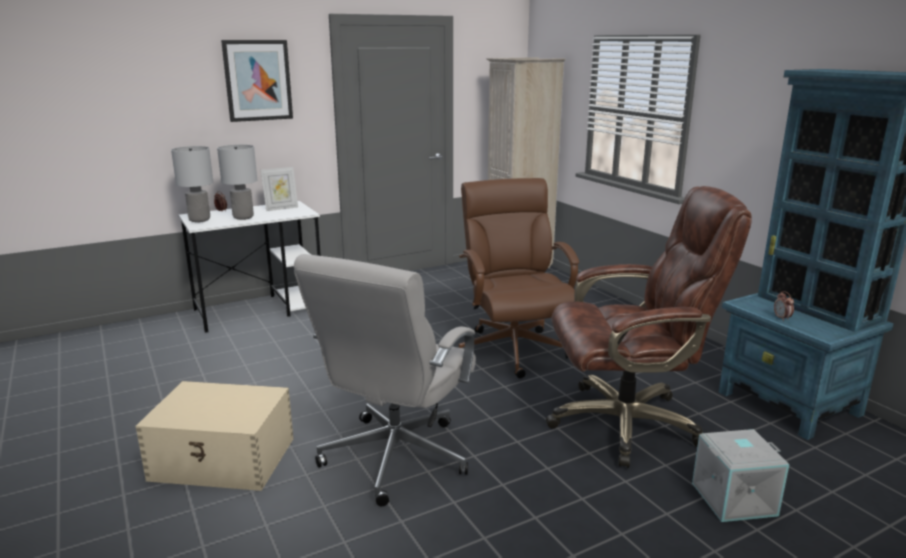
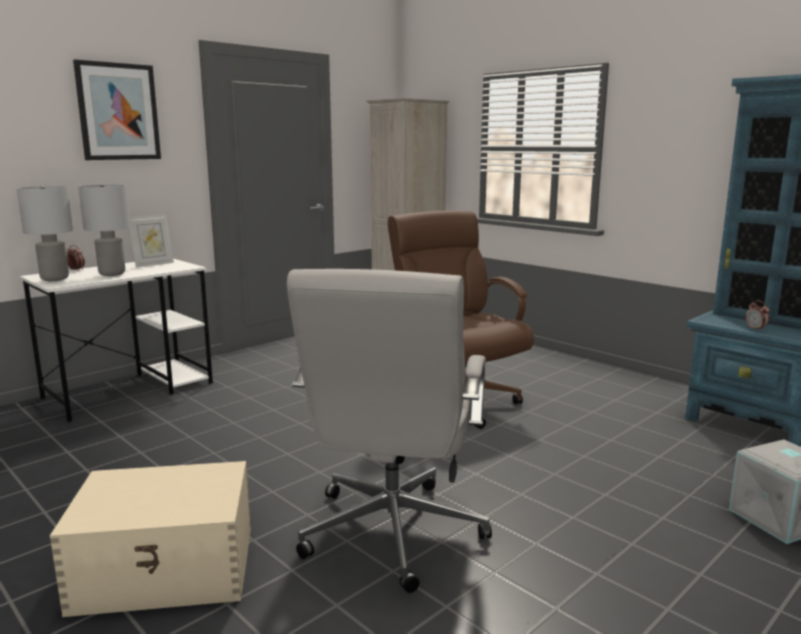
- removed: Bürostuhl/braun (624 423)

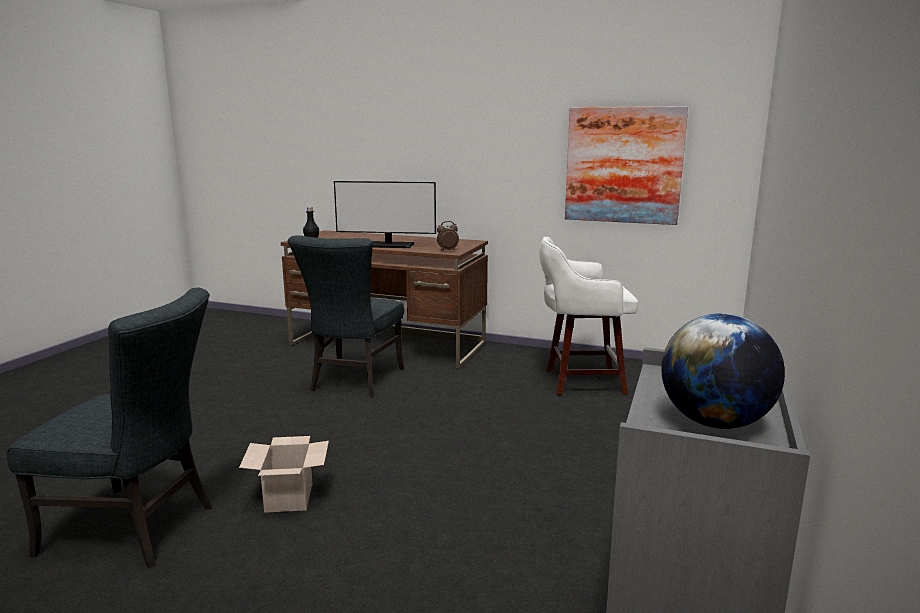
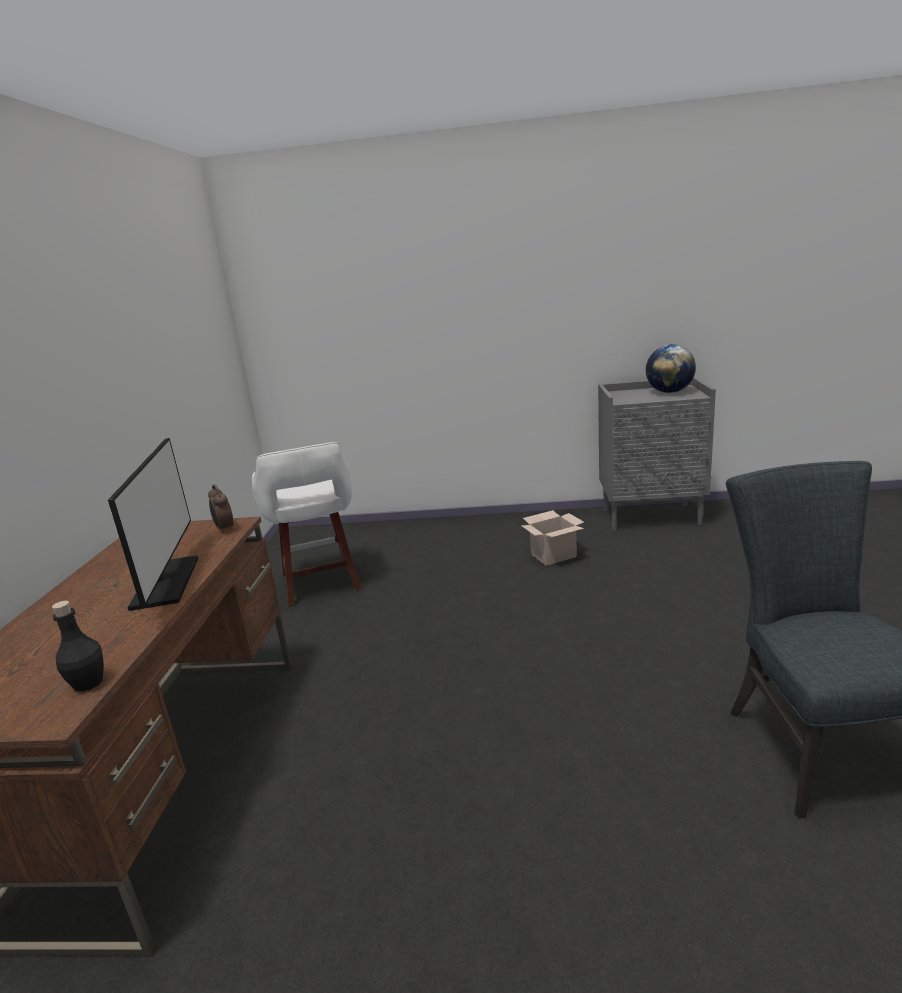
- moved: Karton (290 498) to (554 555)
- removed: Stuhl/grau (354 381)
- removed: Bild (623 165)

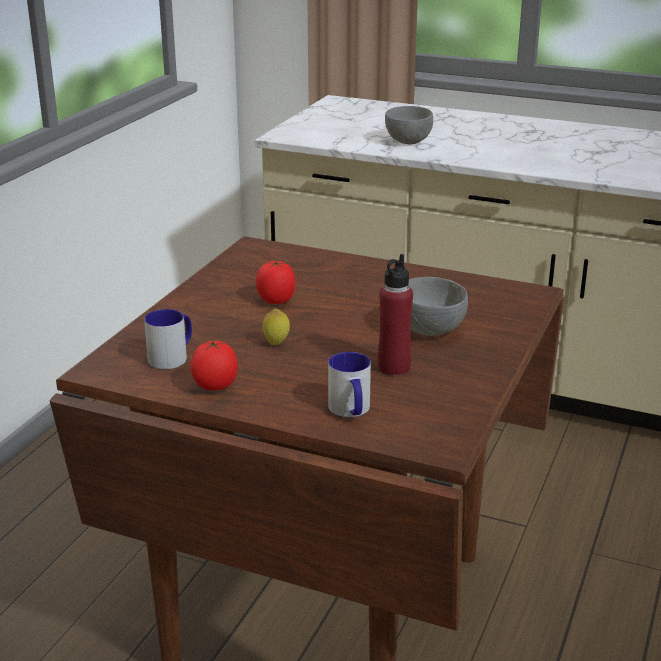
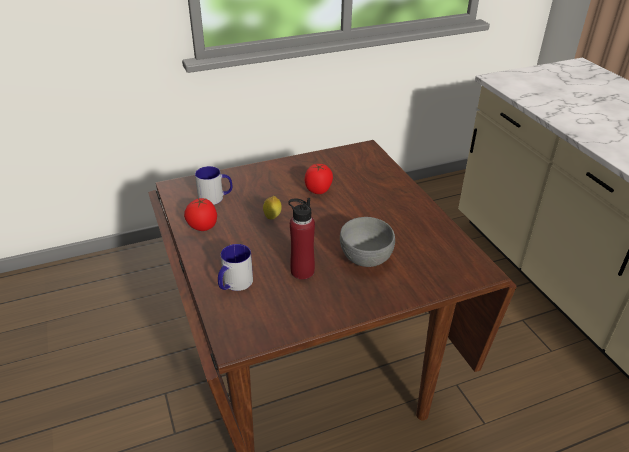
- removed: Schüssel/grau (408 142)

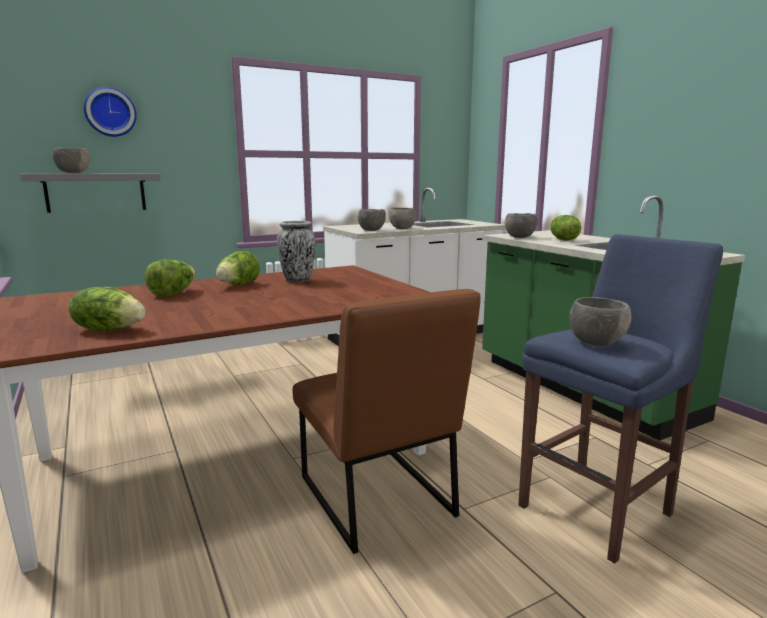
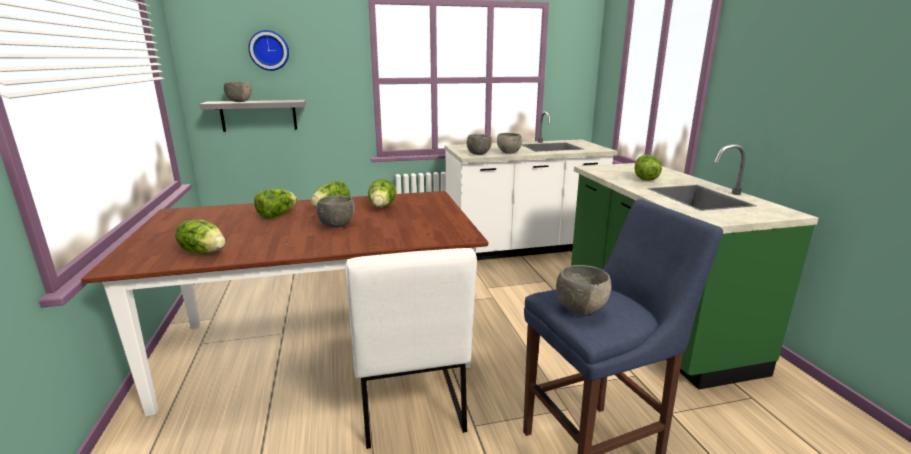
- moved: Schüssel/grau (519 237) to (336 225)
- recoloured: Stuhl/braun (377 498) to Stuhl/weiß (409 403)
- replaced: Vase (298 280) to Salatkopf (382 207)

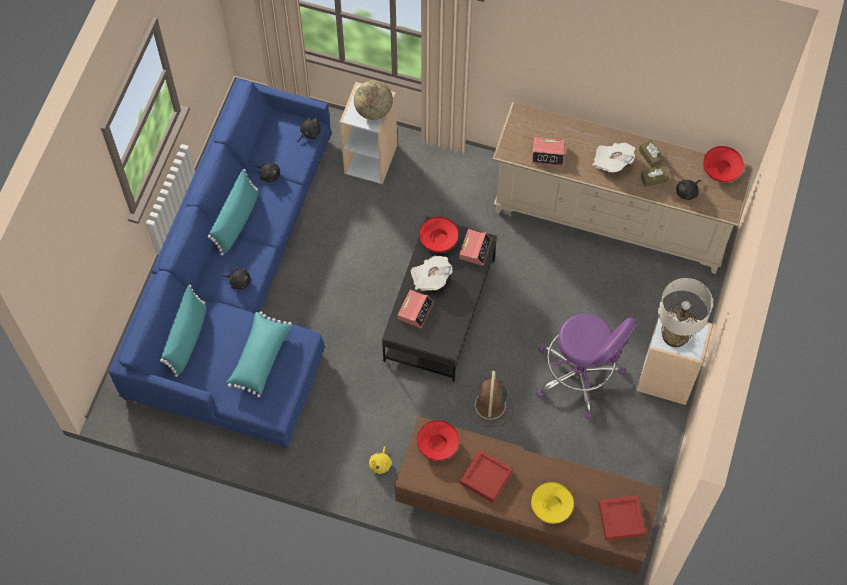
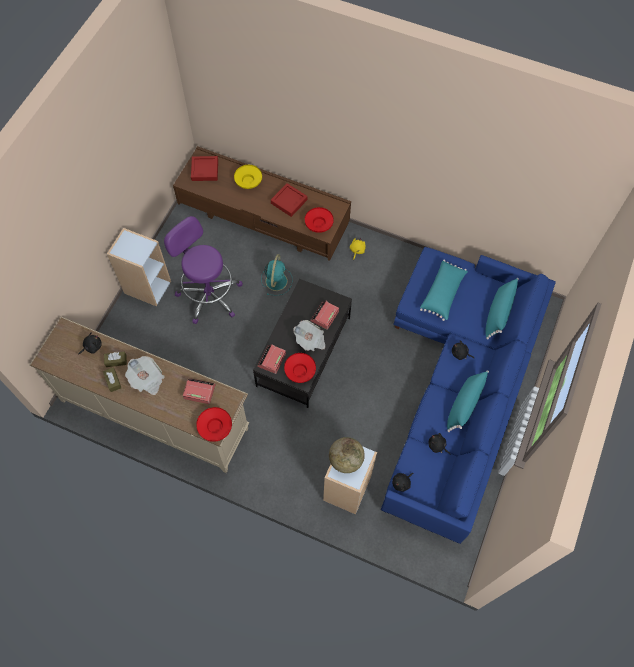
- moved: Schüssel/rot (721 169) to (215 427)
- recoloured: Ventilator/braun (490 406) to Ventilator/türkis (276 280)
- removed: Tischlampe (675 335)

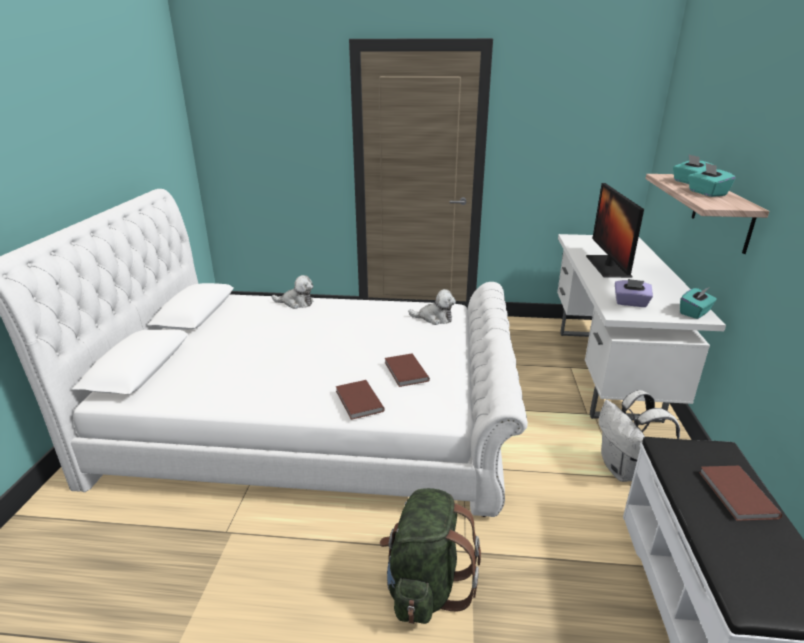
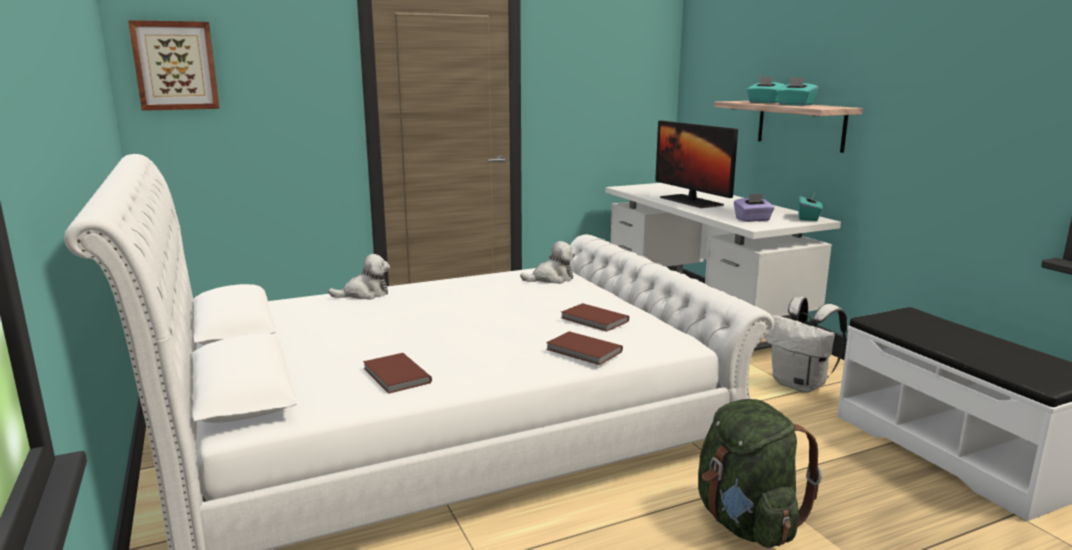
- added: Bild (175 66)
- moved: Buch/braun (736 495) to (395 376)

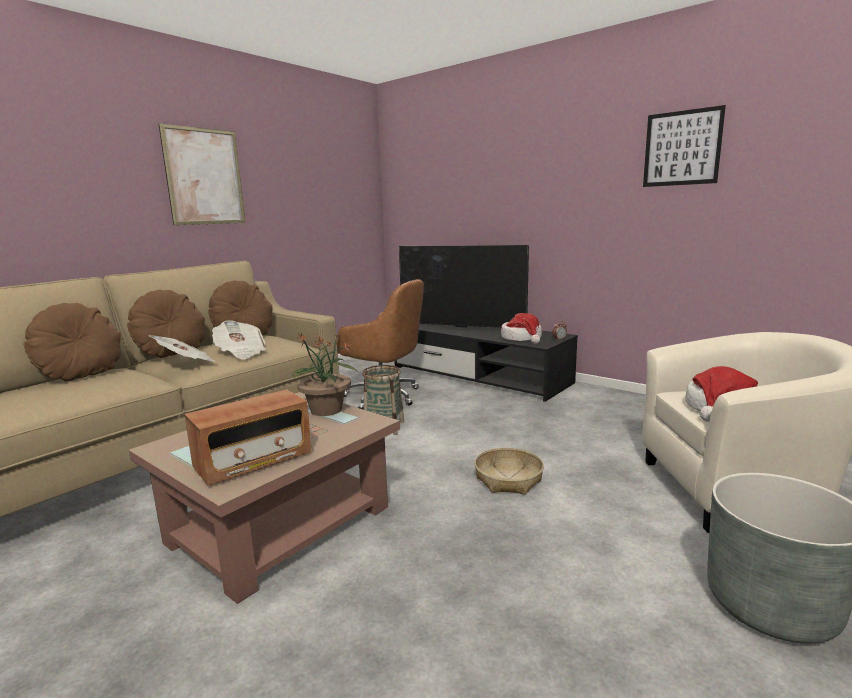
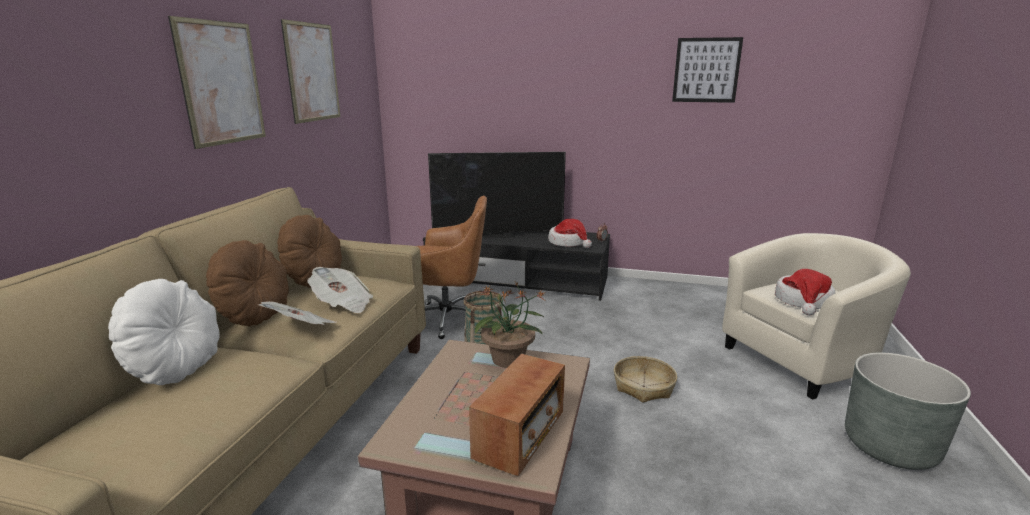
- recoloured: Kissen/braun (81 376) to Kissen/weiß (177 372)
- added: Bild (312 72)

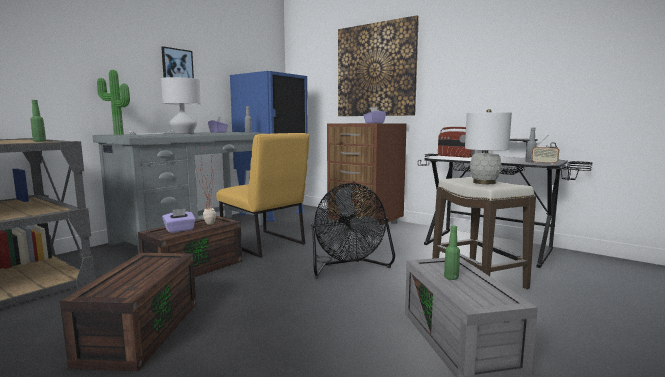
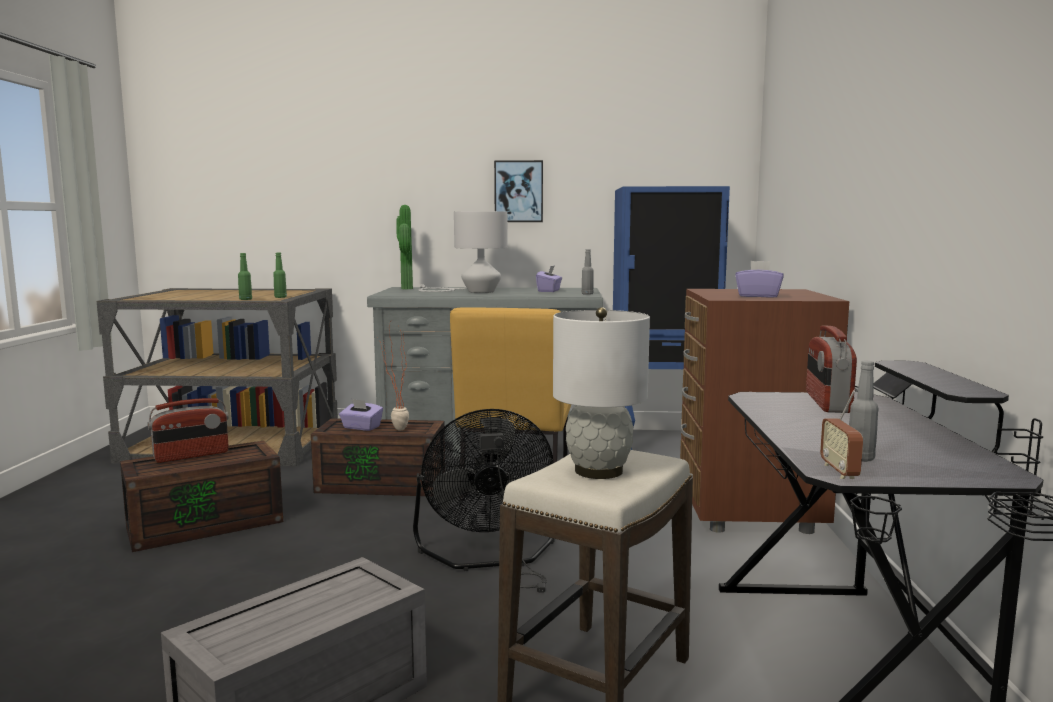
- added: Radio (191 455)
- moved: Flasche/grün (451 277) to (245 299)
- turned: Ventilator/schwarz (344 267) = (496 558) 135 degrees clockwise
- removed: Bild (375 70)

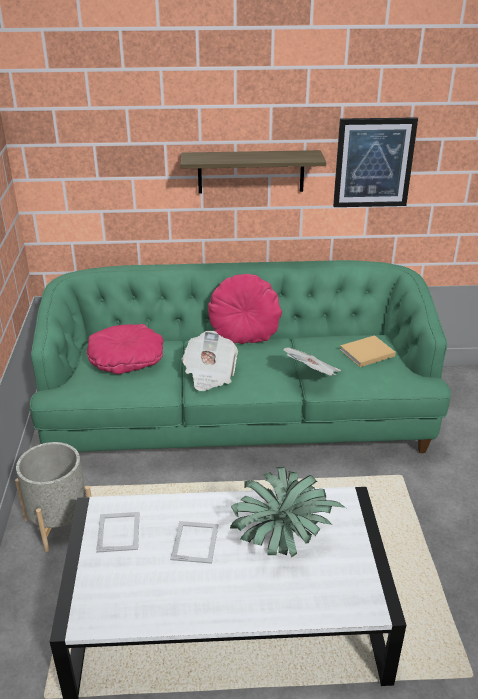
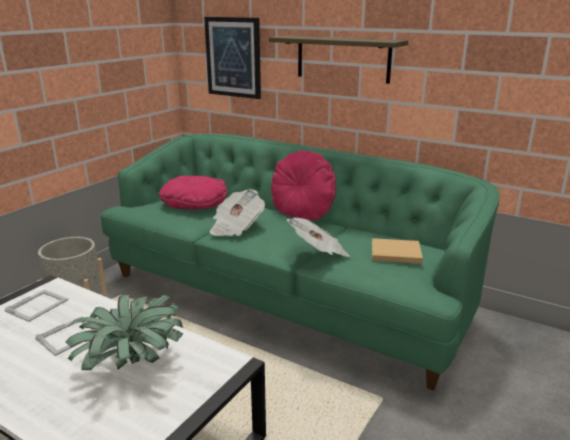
- moved: Bild (373 163) to (233 57)

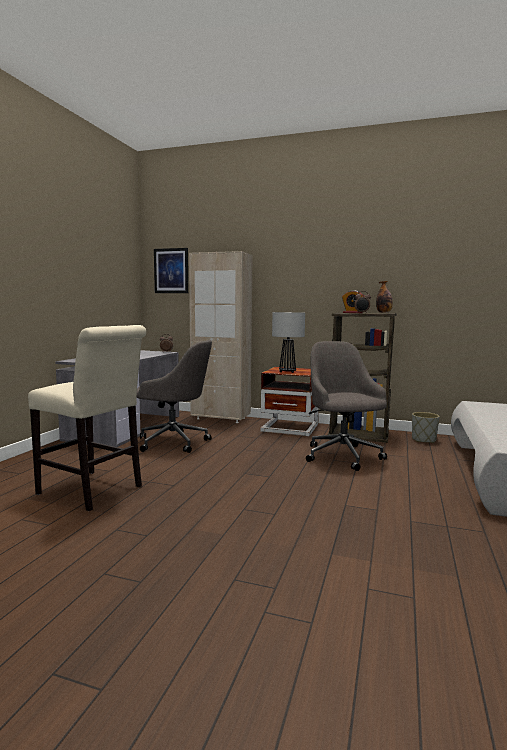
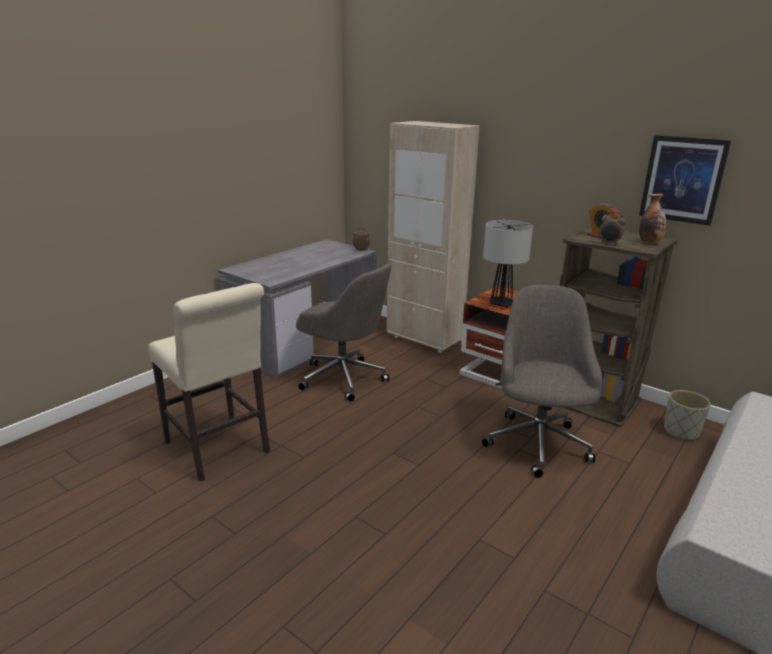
- moved: Bild (171 271) to (682 179)

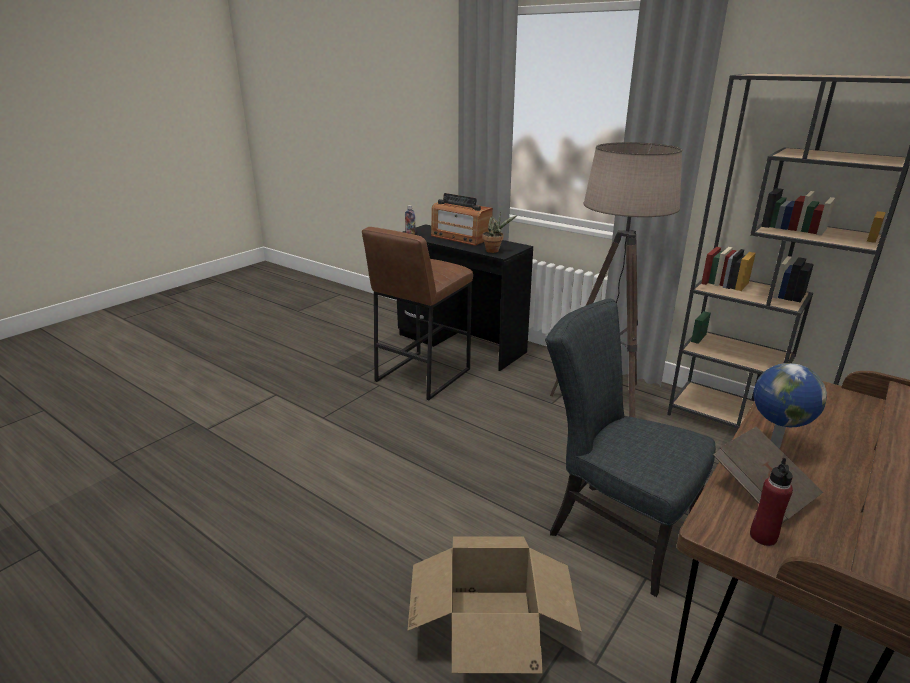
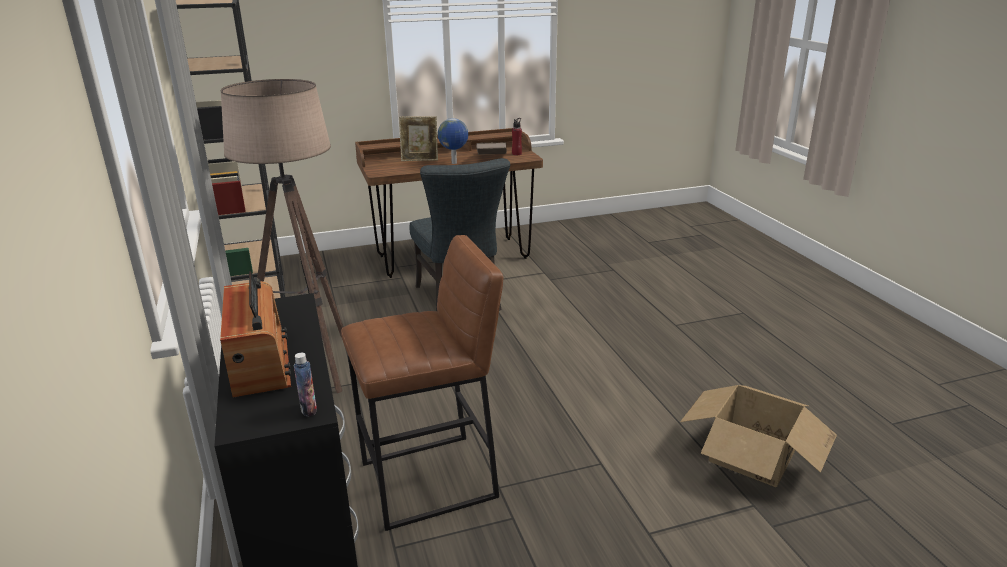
- added: Bilderrahmen (420 160)
- moved: Karton (491 625) to (752 455)
- removed: Topfpflanze (494 251)

